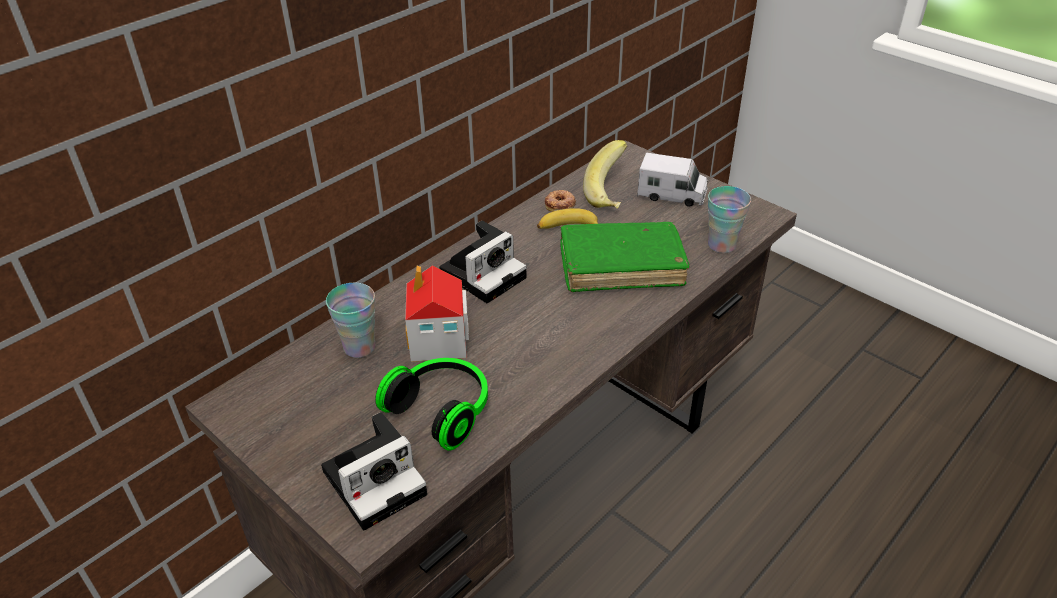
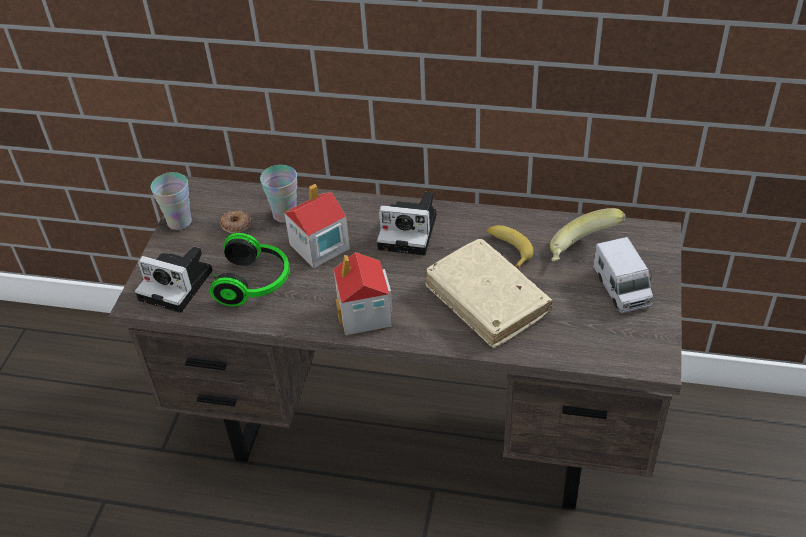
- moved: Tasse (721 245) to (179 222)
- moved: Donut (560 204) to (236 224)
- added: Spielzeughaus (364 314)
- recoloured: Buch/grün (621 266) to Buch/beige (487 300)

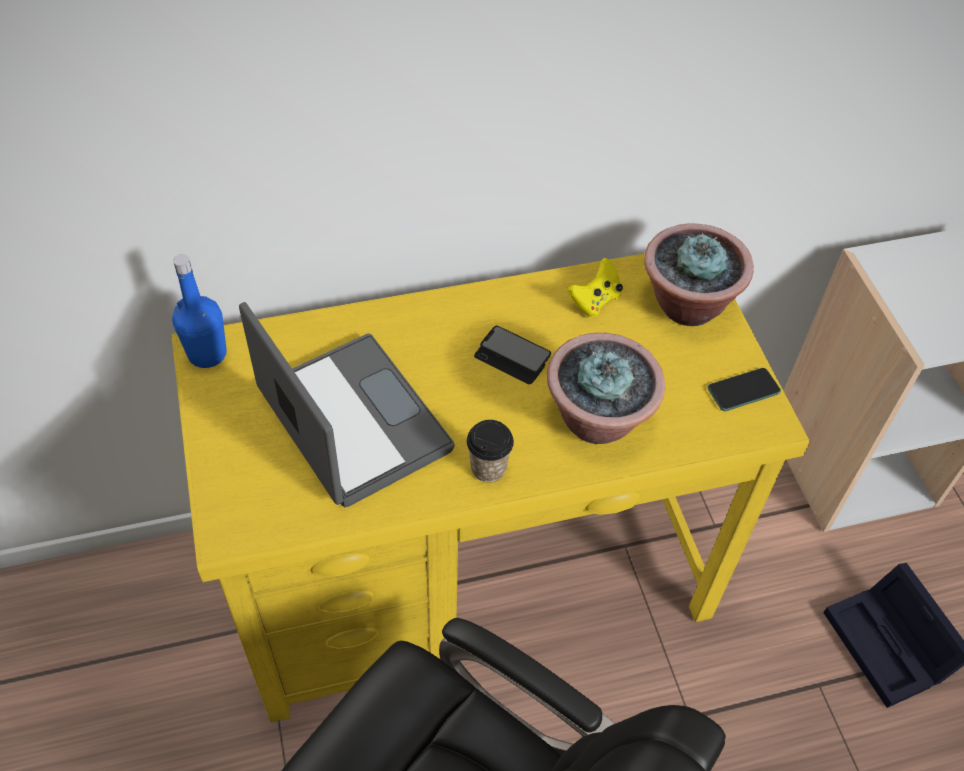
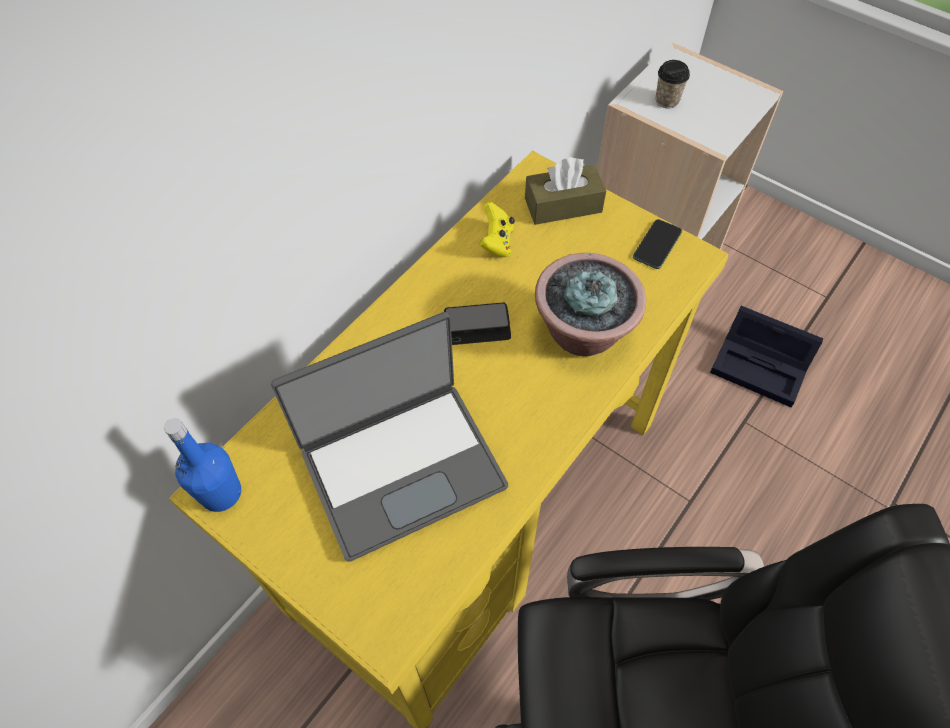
- turned: Laptop (351 422) = (401 466) 135 degrees clockwise
- replaced: Topfpflanze (686 305) to Taschentuchbox/braun (563 205)
- moved: Tasse (488 468) to (667 101)

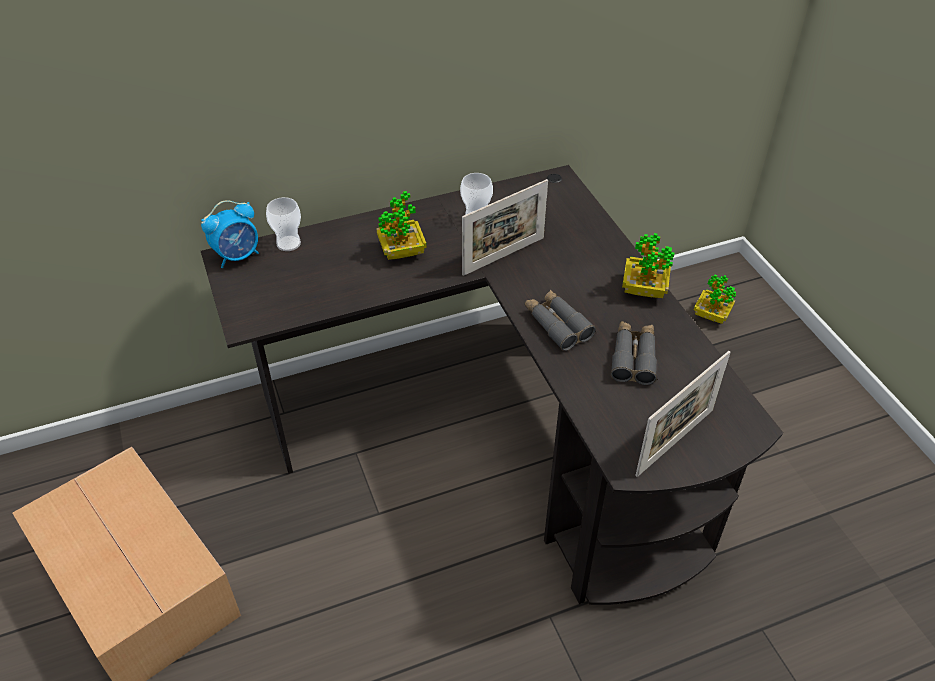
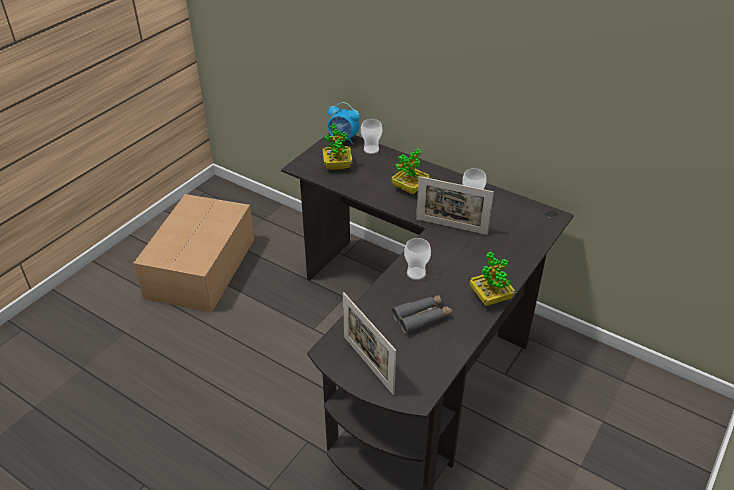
- moved: Topfpflanze (711 315) to (337 166)
- turned: Bilderrahmen (675 442) = (368 364) 45 degrees clockwise
- replaced: Fernglas/grau (557 325) to Tasse (416 273)

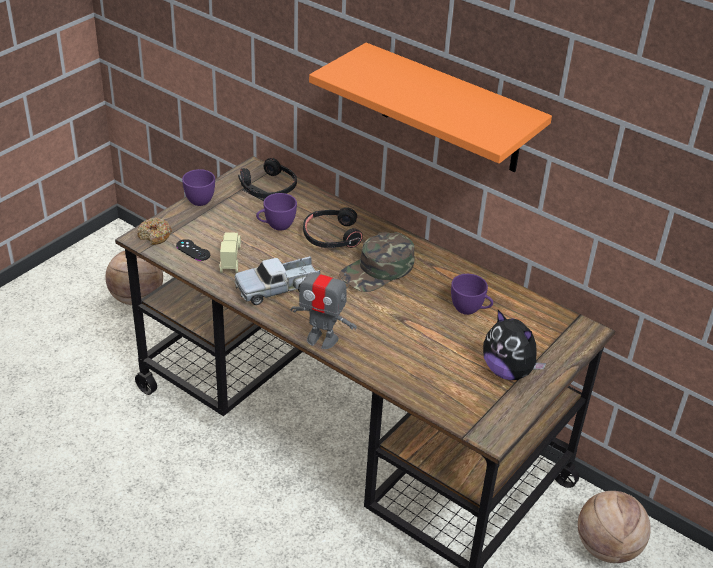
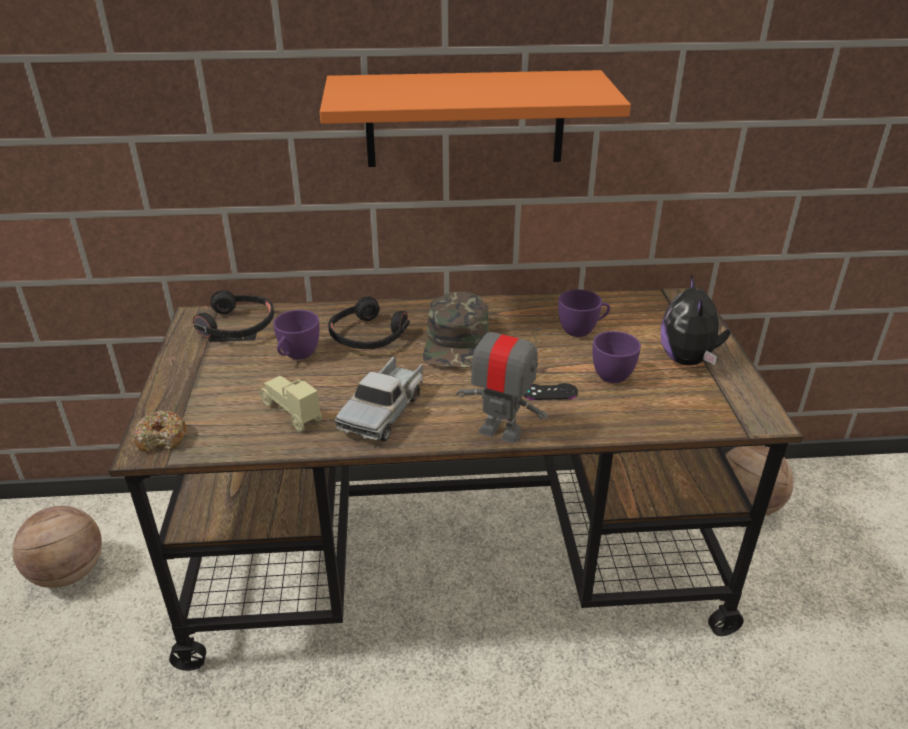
- turned: Spielzeugroboter (322 339) = (500 431) 135 degrees counterclockwise
- moved: Gamepad/schwarz (193 250) to (549 392)
- moved: Tasse/lila (201 198) to (608 373)
- turned: Plüschtier (508 371) = (688 360) 90 degrees clockwise

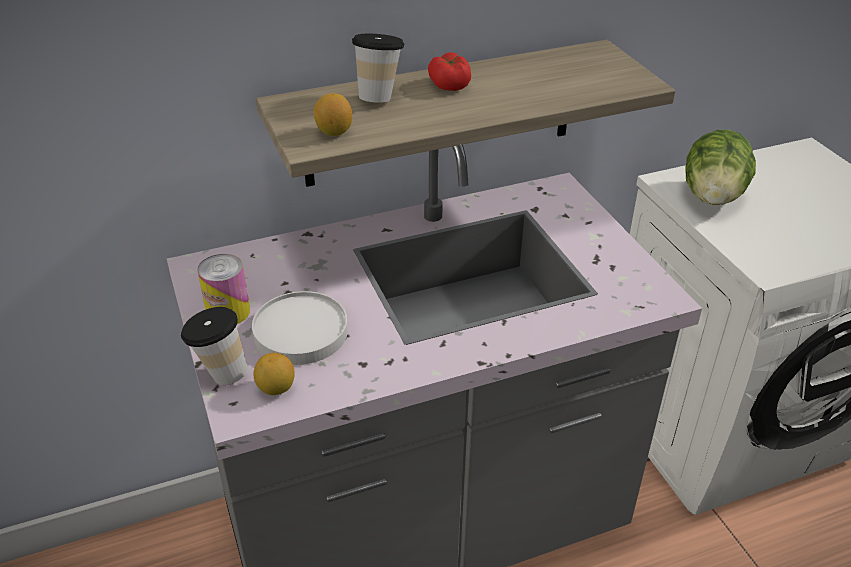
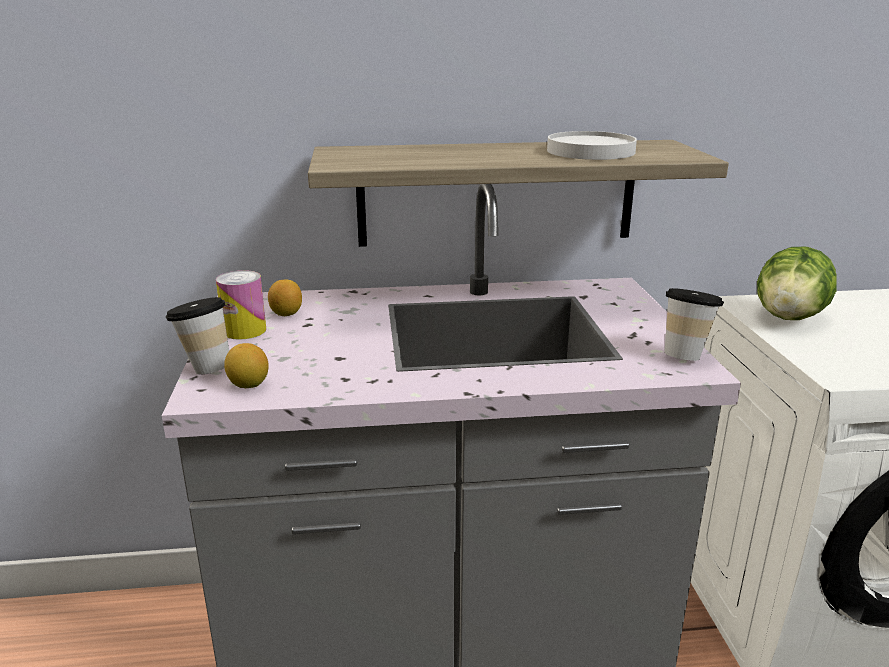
- moved: Zitrone (334 132) to (286 314)
- moved: Teller/weiß (301 331) to (590 151)
- moved: Tasse (379 96) to (685 355)
- removed: Tomate (449 84)

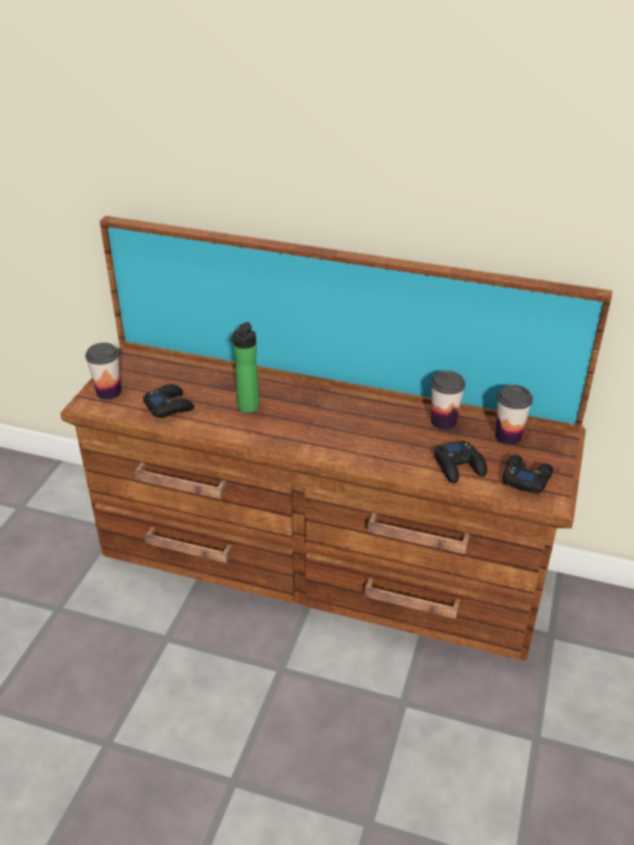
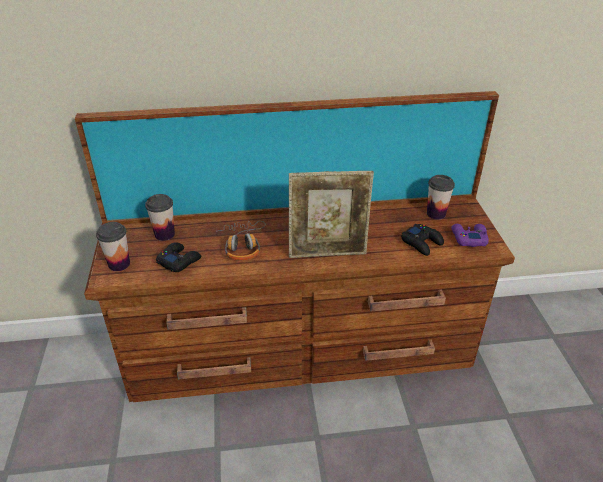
- moved: Tasse (443 422) to (164 234)
- replaced: Flasche (247 409) to Kopfhörer (243 245)
- added: Bilderrahmen (328 253)
- recoloured: Gamepad/schwarz (525 478) to Gamepad/lila (468 238)

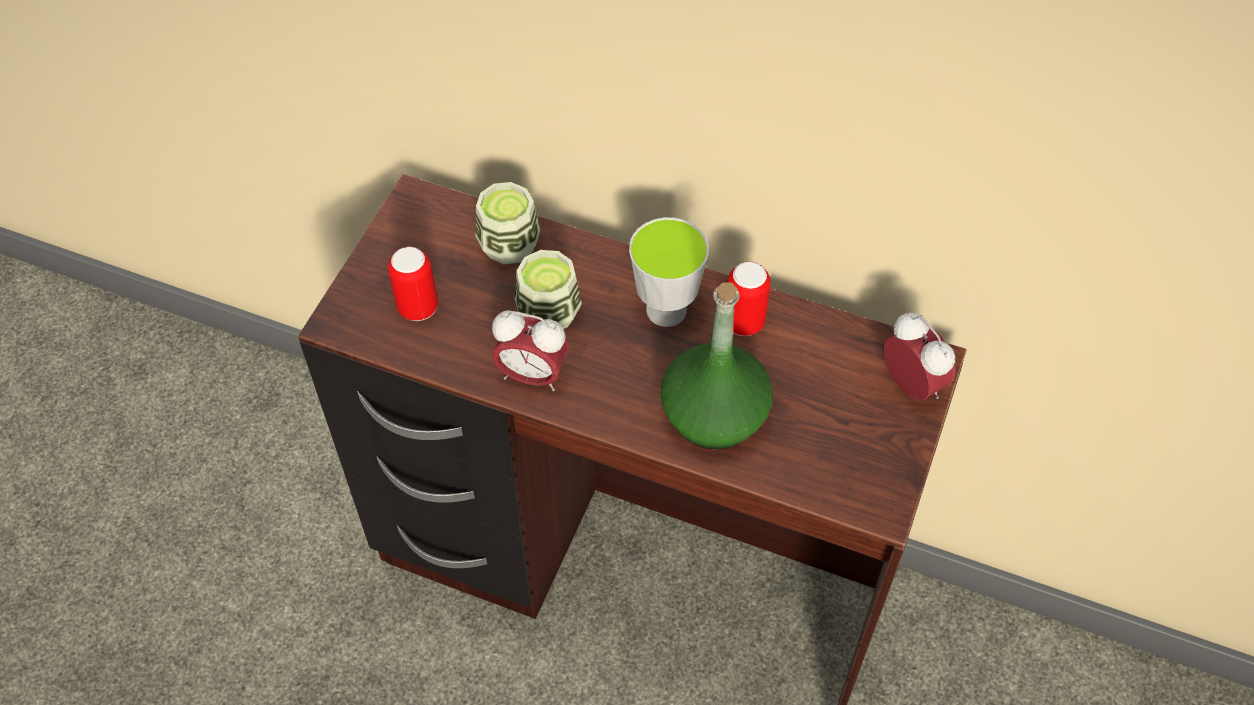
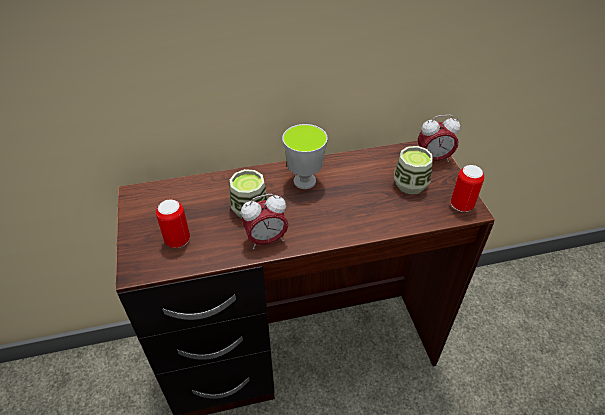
- moved: Tasse (509 245) to (410 184)
- turned: Wecker (912 385) = (433 159) 150 degrees clockwise
- moved: Dose (744 322) to (461 205)
- removed: Flasche/grün (714 415)

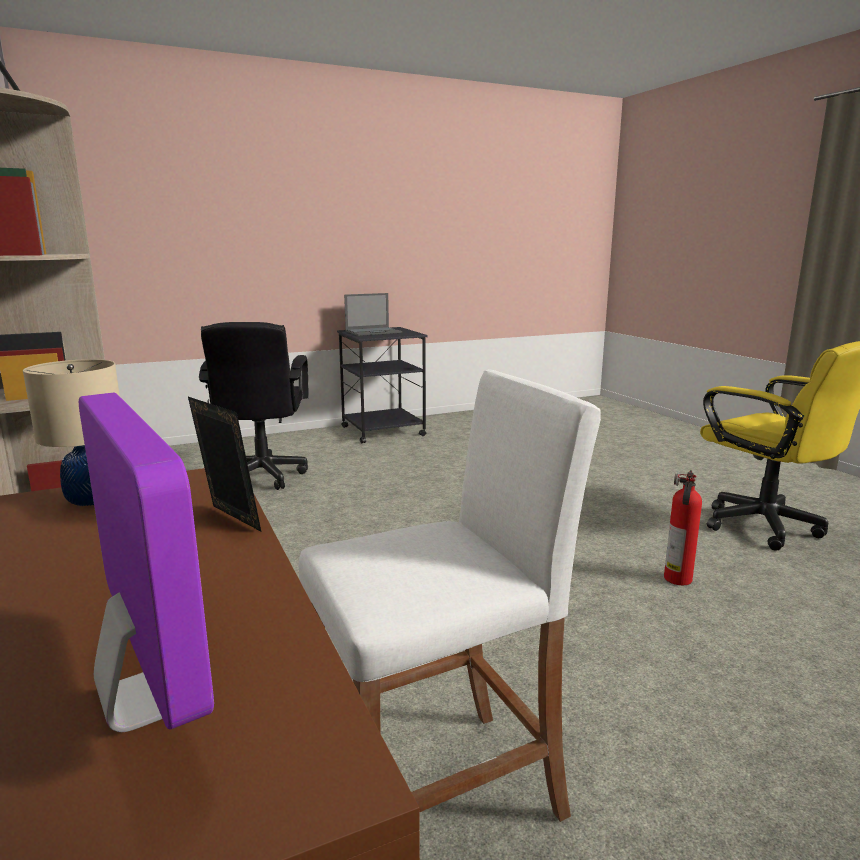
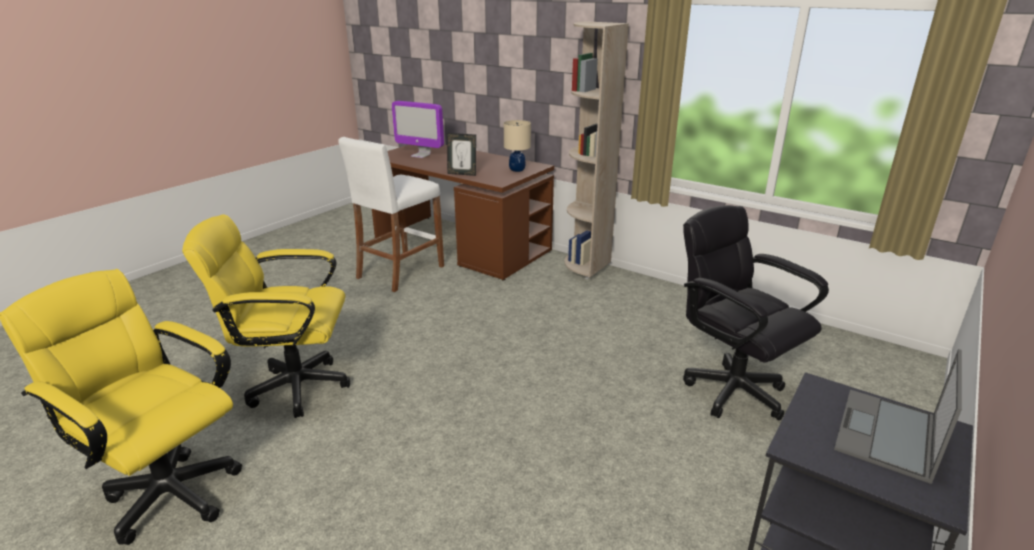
- replaced: Feuerlöscher (677 579) to Bürostuhl/gelb (293 390)

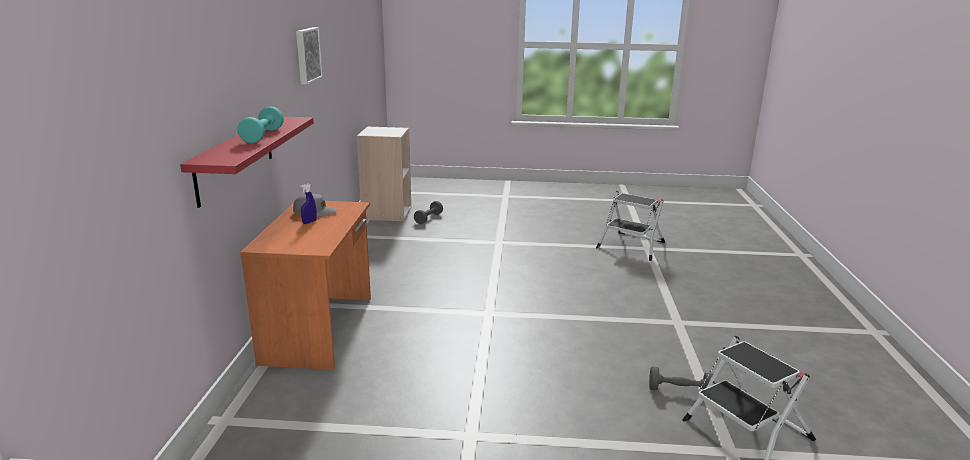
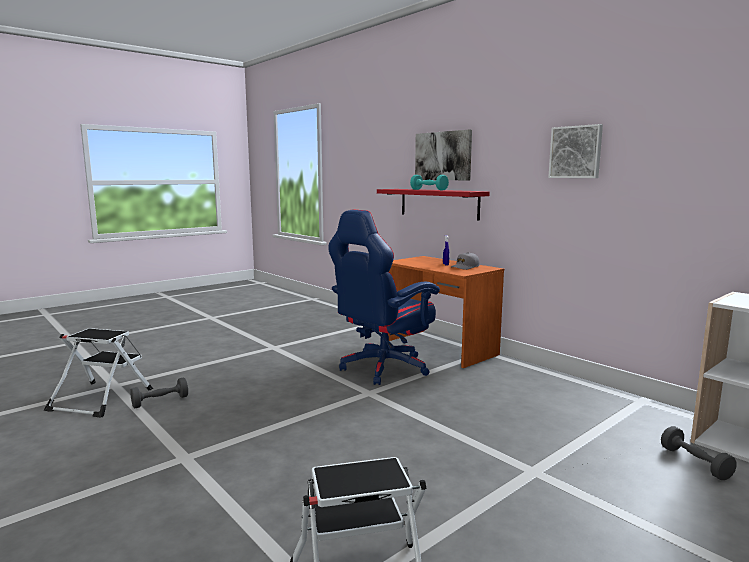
- added: Bürostuhl/blau (384 367)
- added: Bild (443 156)

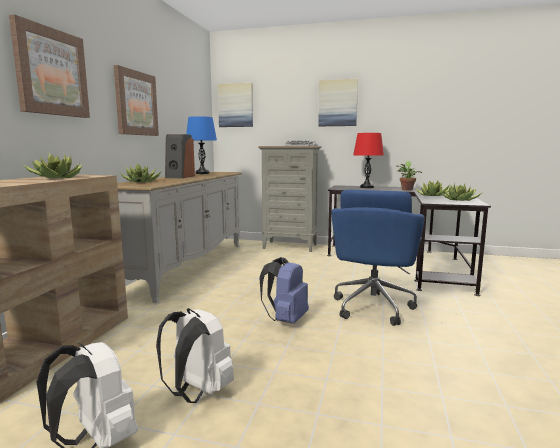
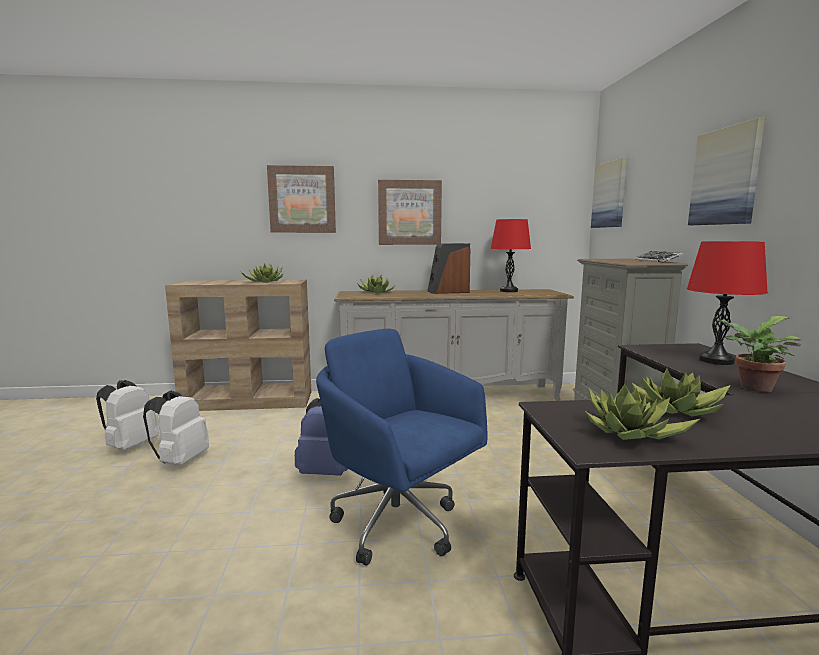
- turned: Bürostuhl/blau (373 306) = (401 528) 45 degrees clockwise
- recoloured: Tischlampe/blau (202 173) to Tischlampe/rot (508 291)

